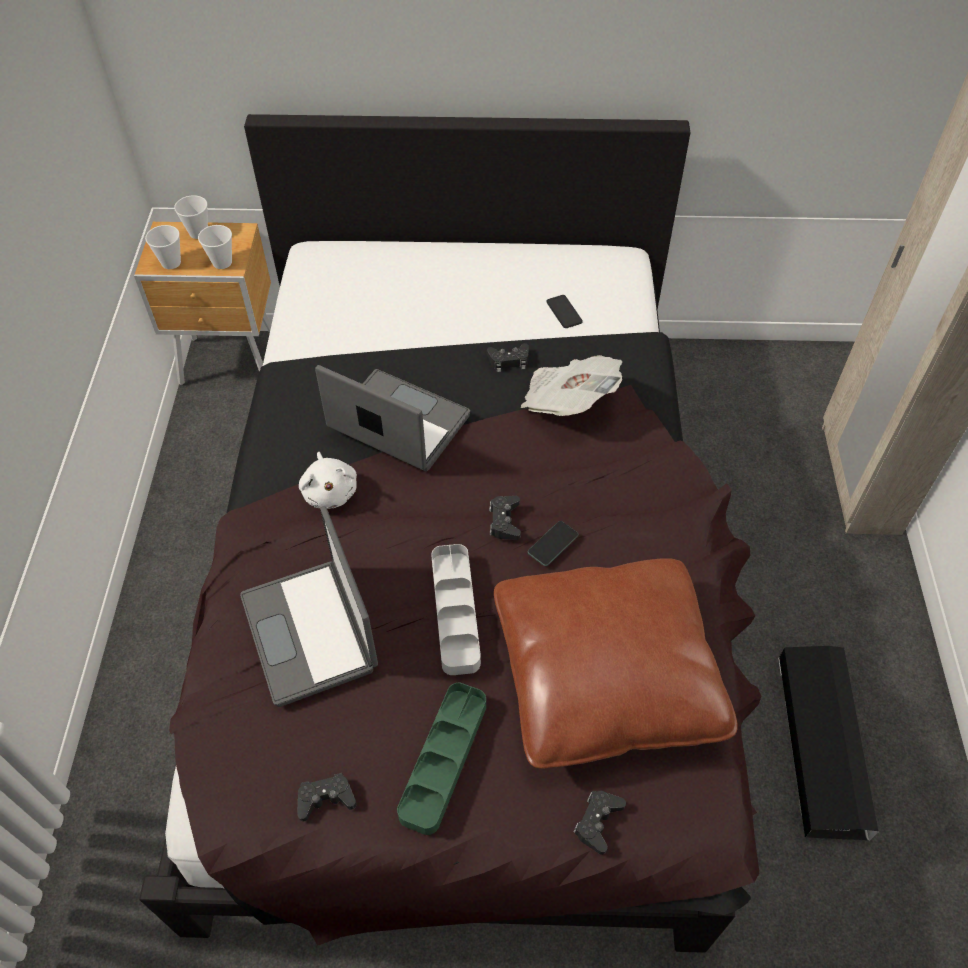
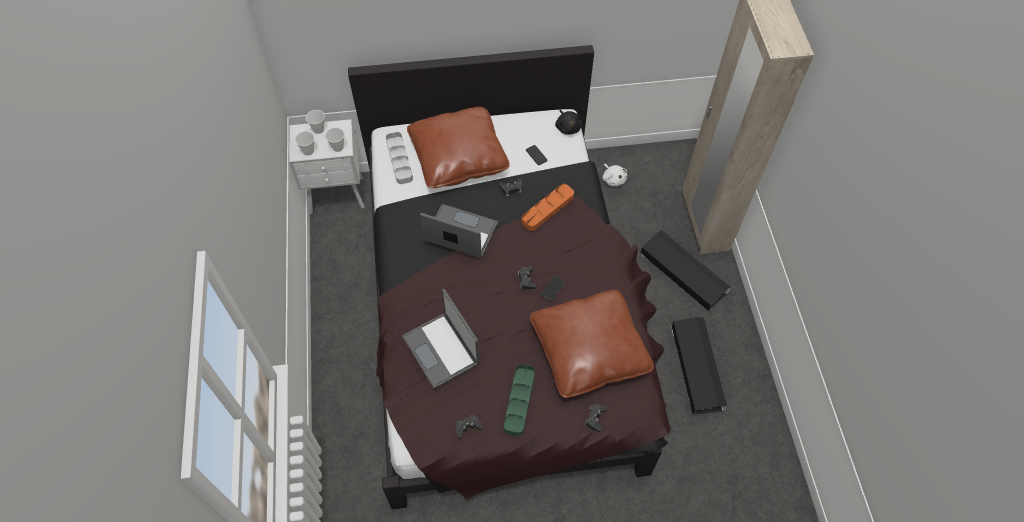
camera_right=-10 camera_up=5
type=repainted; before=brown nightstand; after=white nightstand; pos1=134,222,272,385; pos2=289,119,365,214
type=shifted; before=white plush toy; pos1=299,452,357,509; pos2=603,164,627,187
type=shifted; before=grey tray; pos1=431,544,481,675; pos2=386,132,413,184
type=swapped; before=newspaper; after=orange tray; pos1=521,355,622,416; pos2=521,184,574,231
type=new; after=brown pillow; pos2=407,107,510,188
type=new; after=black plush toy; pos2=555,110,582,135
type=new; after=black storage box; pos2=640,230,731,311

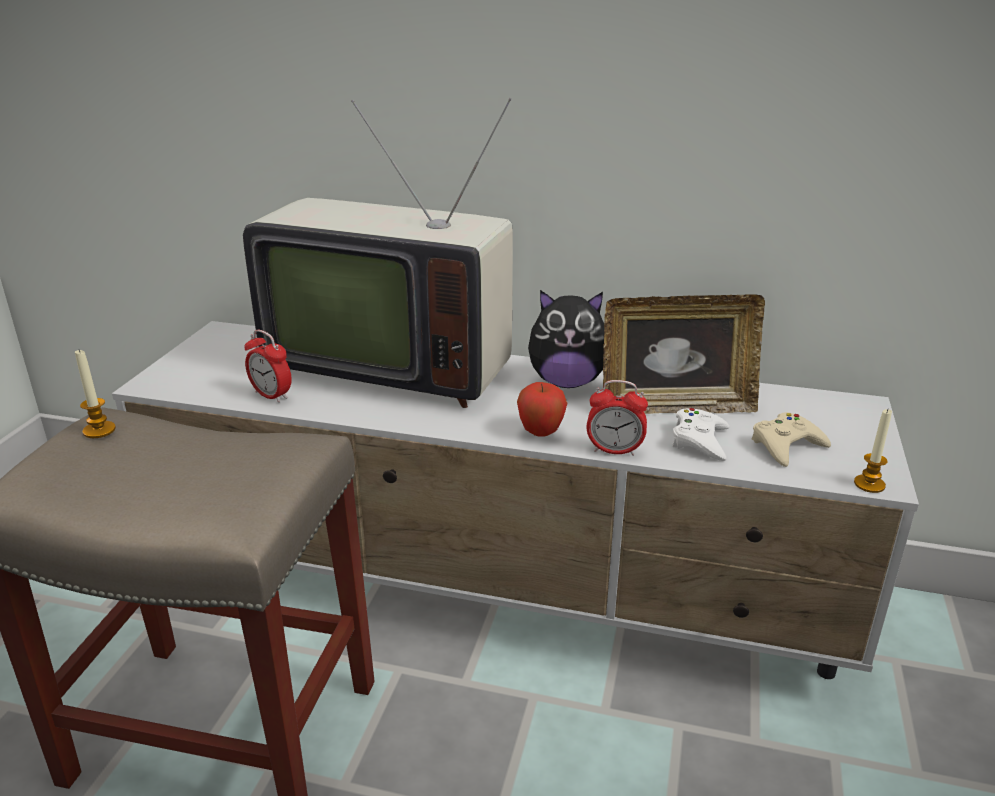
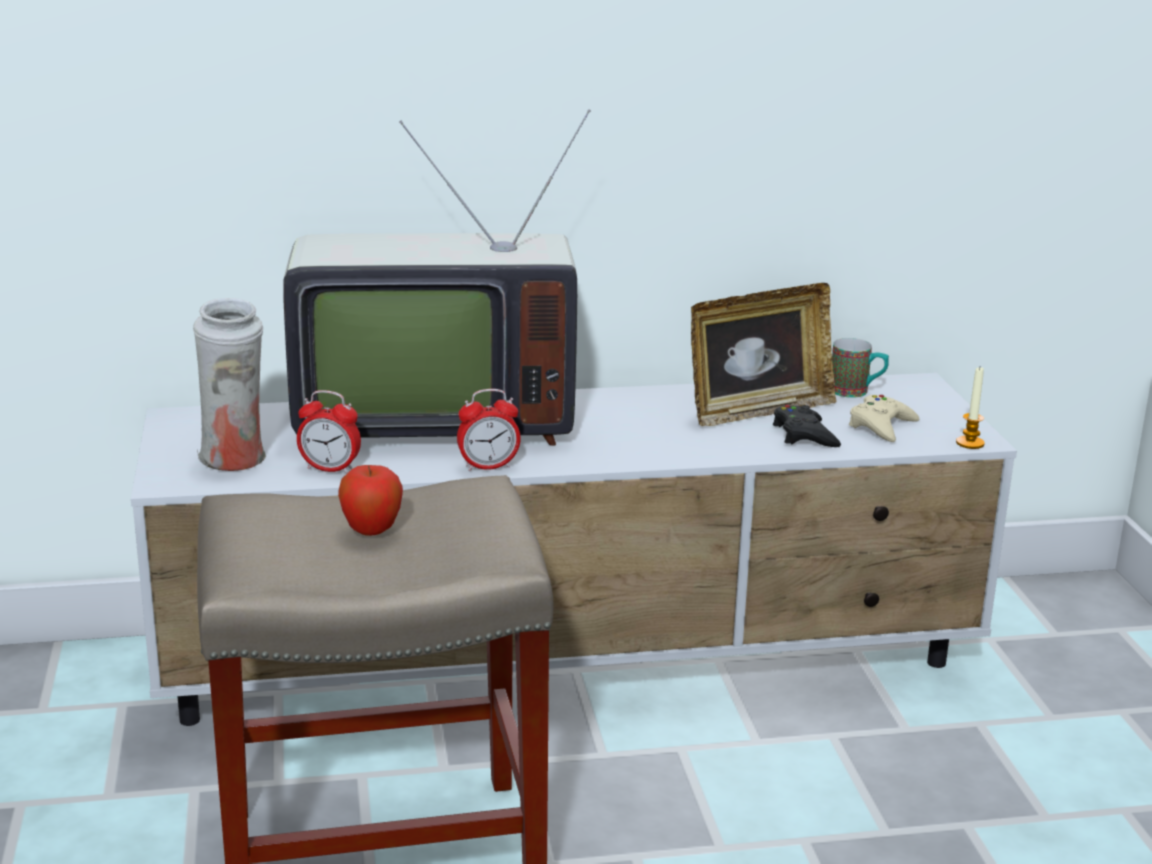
camera_right=-25 camera_up=-5
type=gone; before=candle; pos1=75,350,116,438
type=shifted; before=apple; pos1=517,382,568,437; pos2=338,465,403,536
type=gone; before=plush toy; pos1=528,290,604,388
type=shifted; before=alarm clock; pos1=587,380,648,456; pos2=457,389,521,471
type=repainted; before=white game controller; after=black game controller; pos1=672,408,729,461; pos2=773,405,841,447
type=new; after=white vase; pos2=193,298,266,471
type=new; after=mug; pos2=832,338,889,398

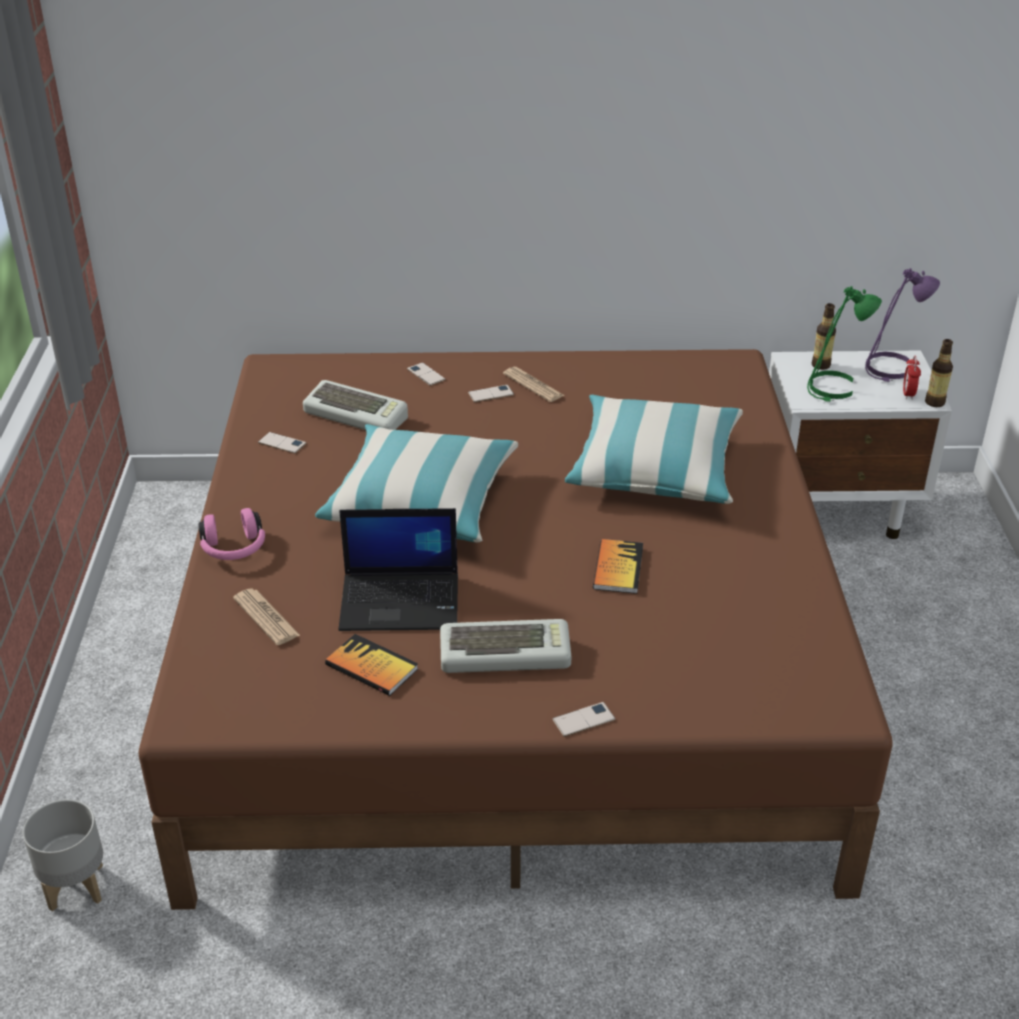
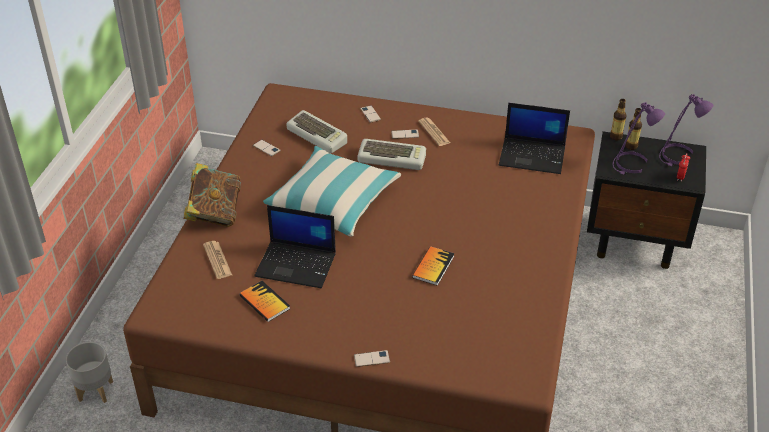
camera_right=15 camera_up=5
type=swapped; before=pink headphones; after=book; pos1=198,508,265,560; pos2=183,163,241,227
type=shifted; before=keyboard; pos1=440,619,571,673; pos2=357,139,426,170
type=gone; before=pillow; pos1=565,395,743,504
type=repainted; before=white nightstand; after=black nightstand; pos1=769,351,952,539; pos2=587,131,706,269
type=repainted; before=green table lamp; after=purple table lamp; pos1=807,286,882,402; pos2=613,102,666,175
type=shifted; before=bottle; pos1=925,339,953,407; pos2=610,99,627,140
type=new; after=laptop; pos2=499,103,570,174

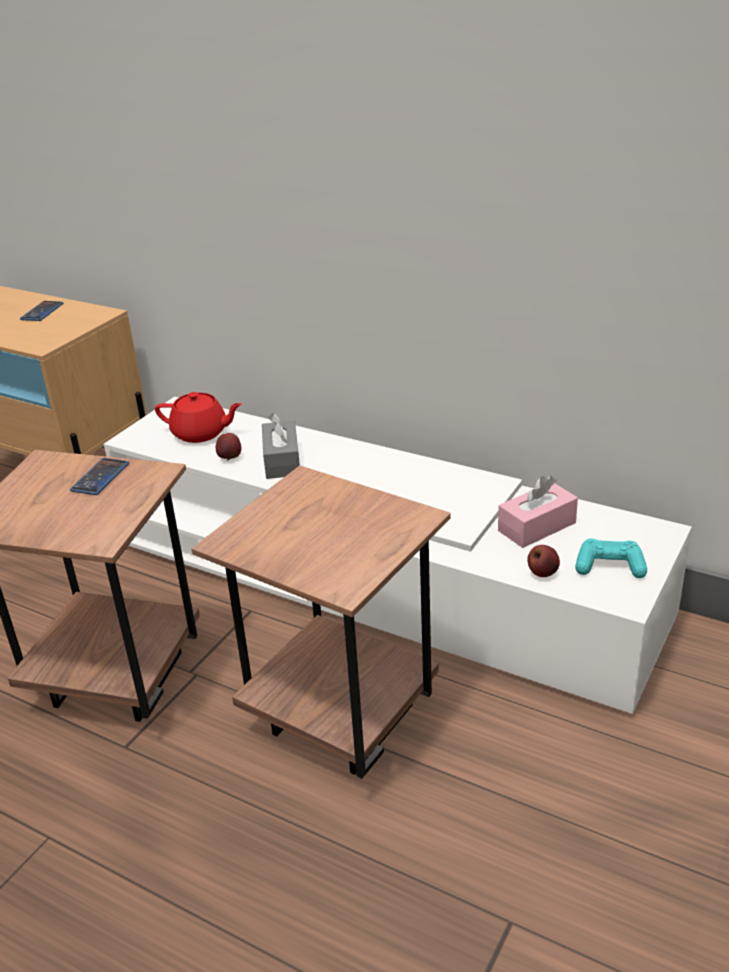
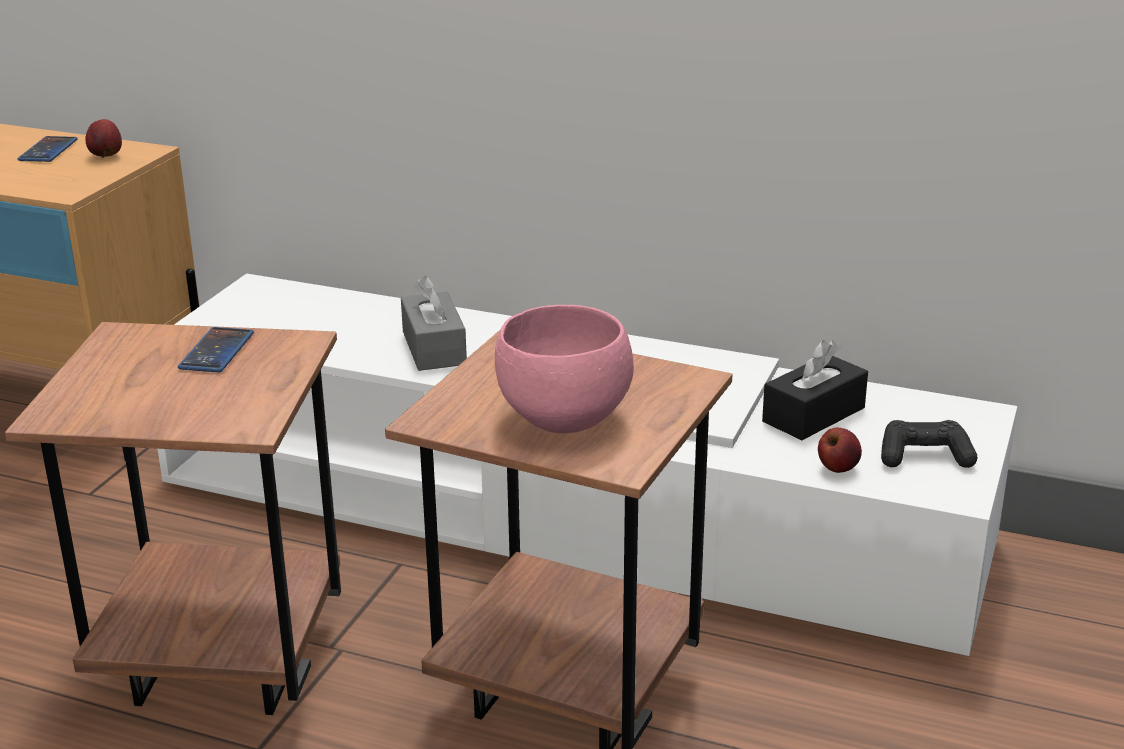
camera_right=-10 camera_up=-5
type=gone; before=red teapot; pos1=155,392,242,443
type=shifted; before=apple; pos1=216,433,241,461; pos2=85,119,122,158
type=repainted; before=pink tissue box; after=black tissue box; pos1=498,476,578,548; pos2=762,340,868,440
type=repainted; before=turquoise game controller; after=black game controller; pos1=575,539,647,578; pos2=881,420,977,468
type=new; after=pink bowl; pos2=495,305,634,433

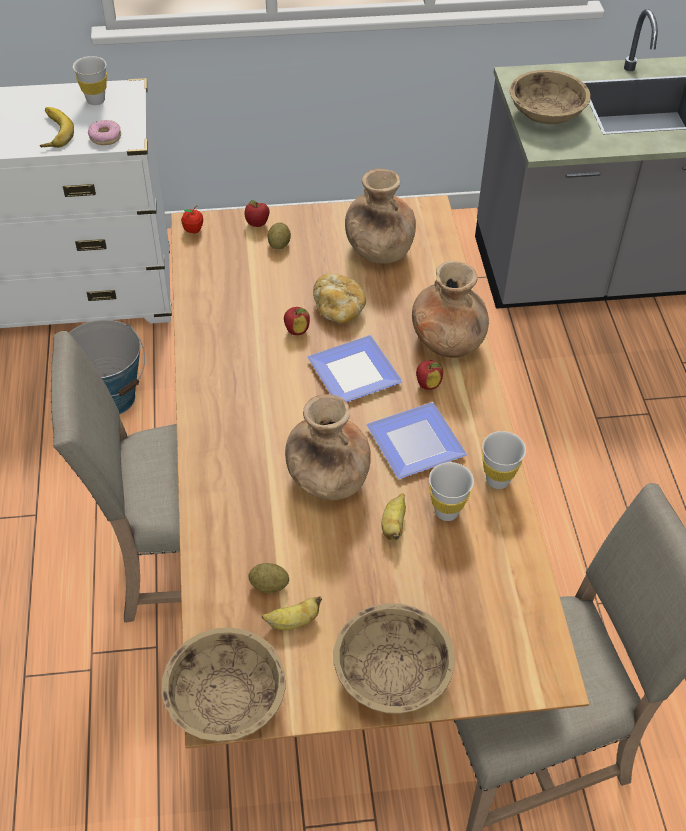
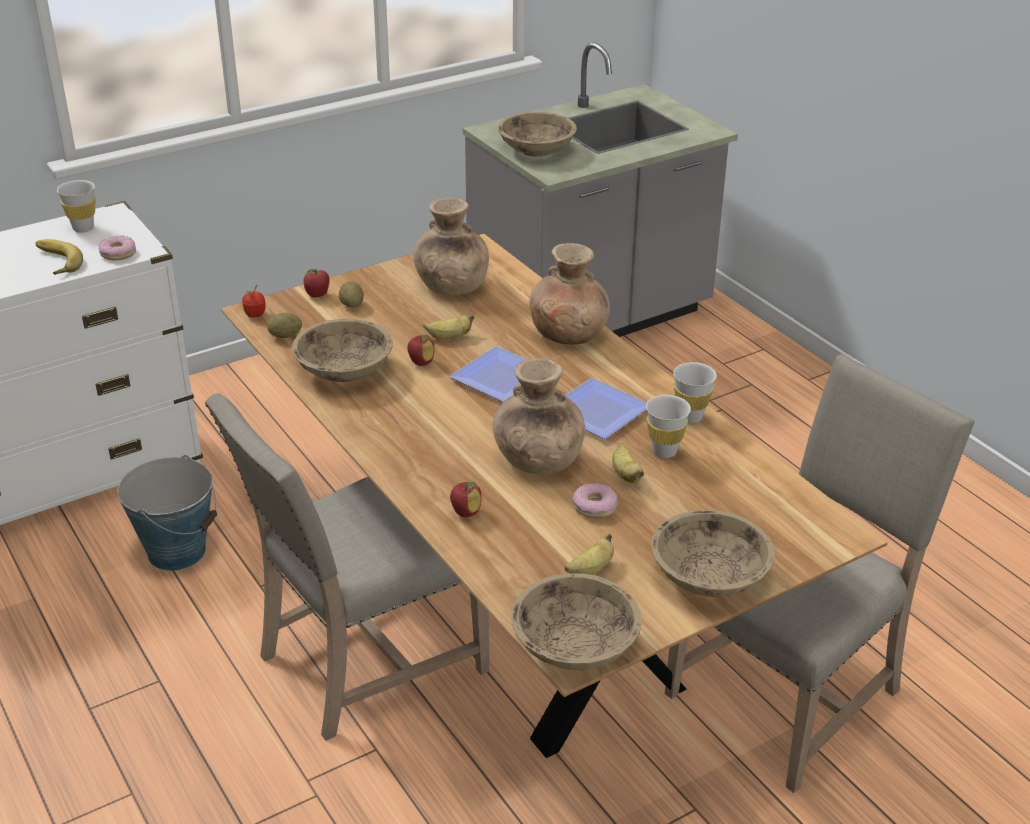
camera_right=-25 camera_up=-15
type=shifted; before=potato; pos1=248,563,289,593; pos2=267,313,302,338
type=swapped; before=bread; after=banana; pos1=313,274,366,323; pos2=423,315,474,339
type=shifted; before=apple; pos1=416,360,443,390; pos2=450,481,482,517
type=new; after=beige bowl; pos2=292,319,392,382
type=new; after=donut; pos2=573,483,617,518

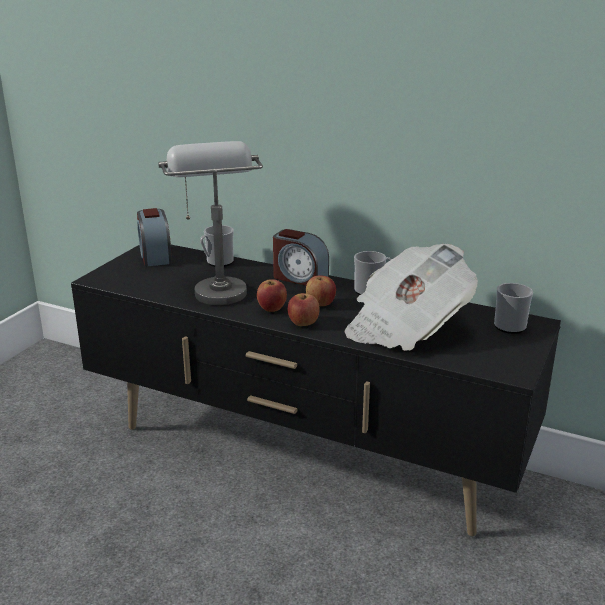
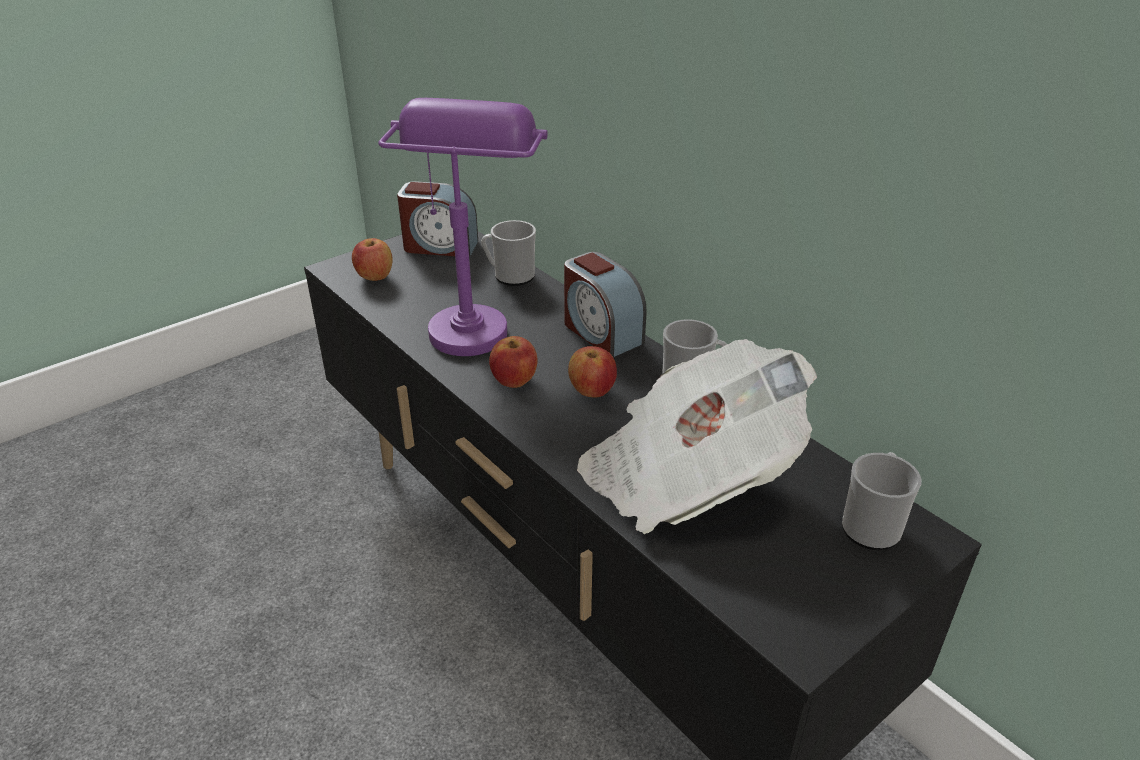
camera_right=25 camera_up=10
type=rotated; before=alarm clock; pos1=137,208,172,267; pos2=397,181,478,257; turn=-90
type=repainted; before=grey table lamp; after=purple table lamp; pos1=158,141,263,305; pos2=378,98,548,356
type=shifted; before=apple; pos1=288,293,320,326; pos2=352,238,392,281

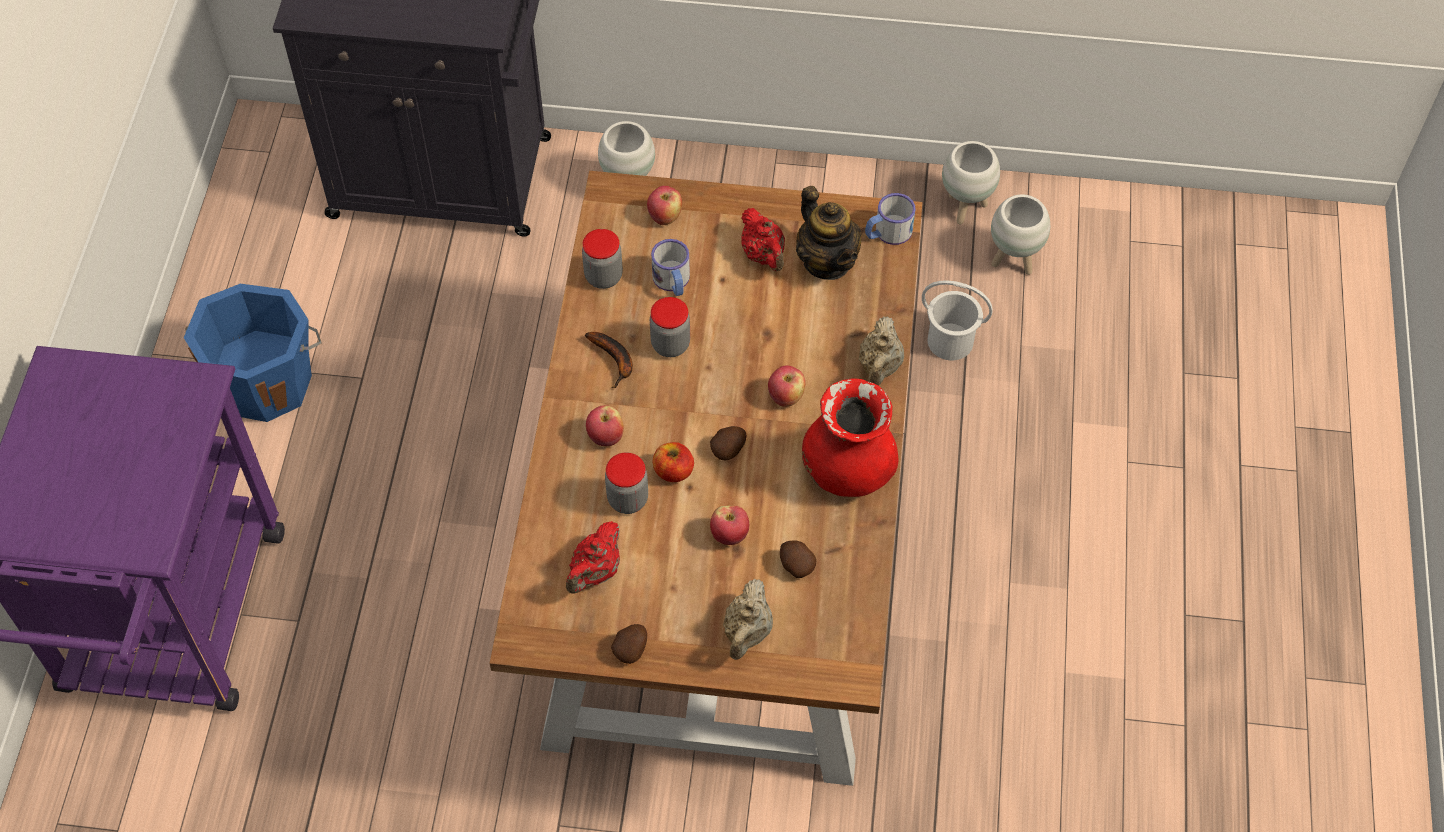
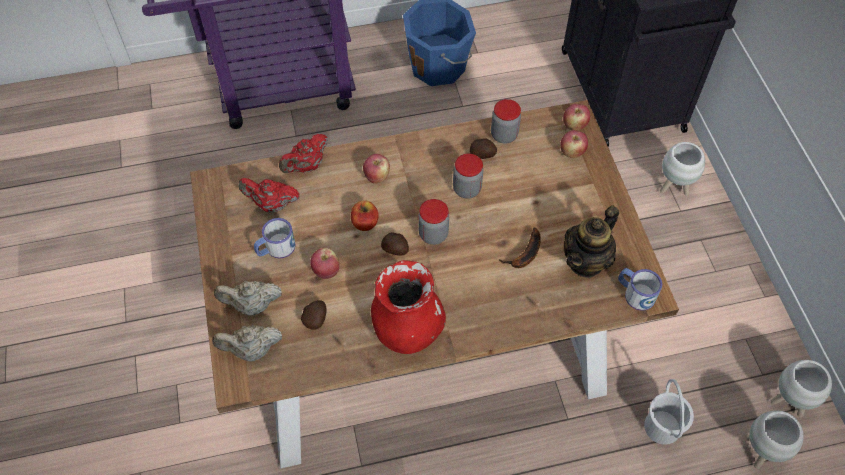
camera_right=70 camera_up=0
type=shifted; before=banana; pos1=585,332,633,388; pos2=500,228,541,268
type=shifted; before=jar; pos1=605,453,648,514; pos2=418,199,449,245
type=shifted; before=potato; pos1=611,624,647,664; pos2=470,138,497,159
type=shifted; before=mug; pos1=651,239,690,296; pos2=254,218,296,258
type=shifted; before=red teapot; pos1=741,208,785,271; pos2=279,134,328,173
type=shifted; before=apple; pos1=768,365,805,407; pos2=563,104,590,131
type=shifted; before=beige teapot; pos1=859,316,904,386; pos2=212,325,282,362

